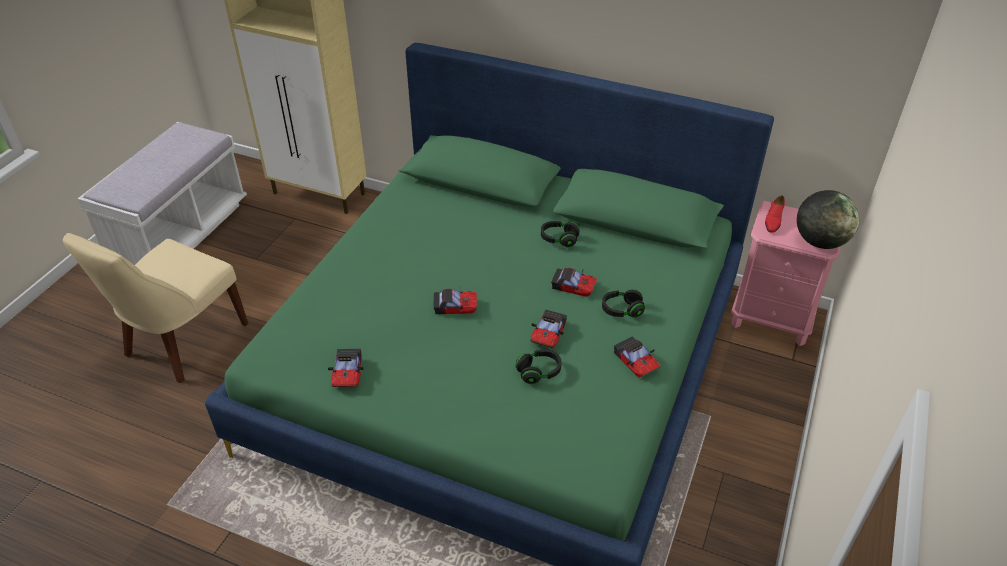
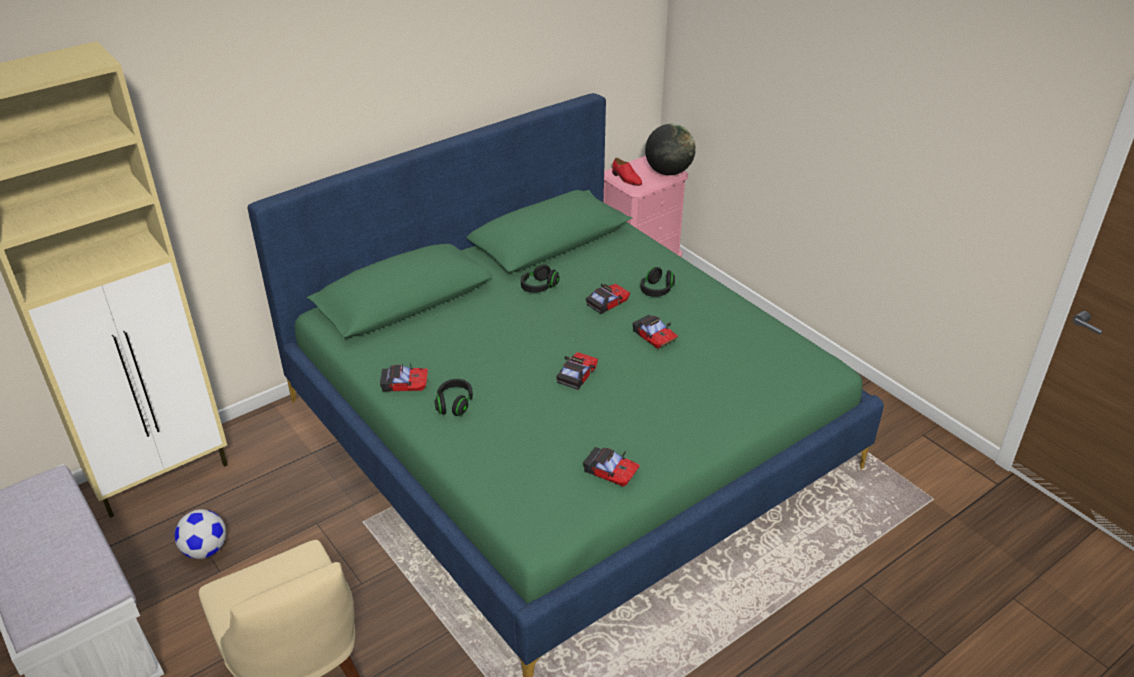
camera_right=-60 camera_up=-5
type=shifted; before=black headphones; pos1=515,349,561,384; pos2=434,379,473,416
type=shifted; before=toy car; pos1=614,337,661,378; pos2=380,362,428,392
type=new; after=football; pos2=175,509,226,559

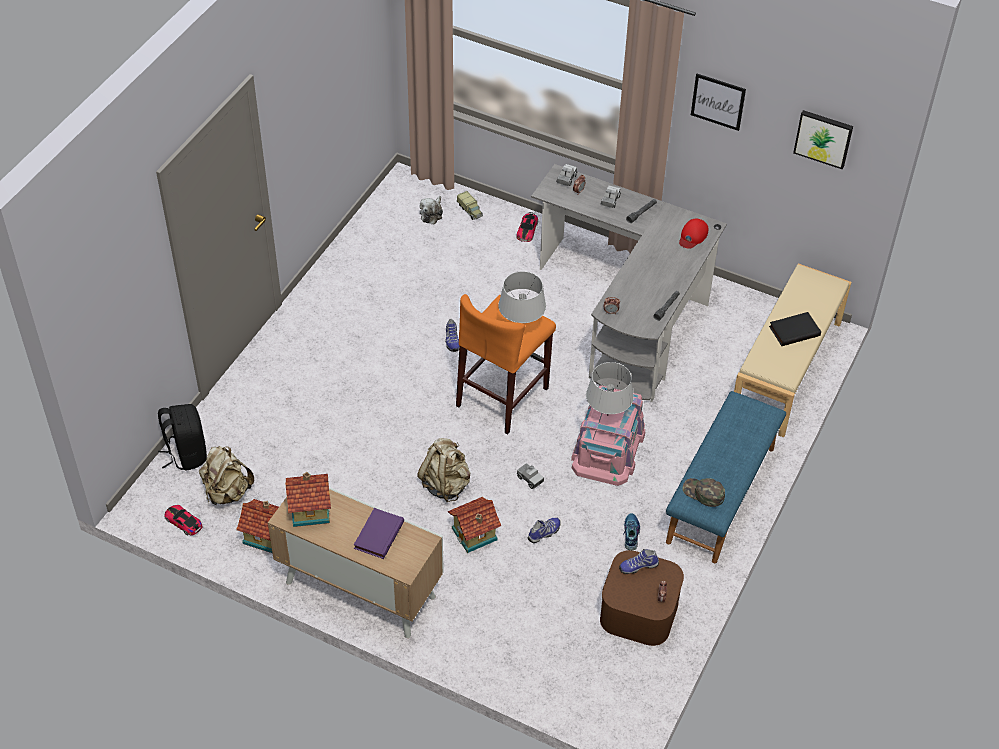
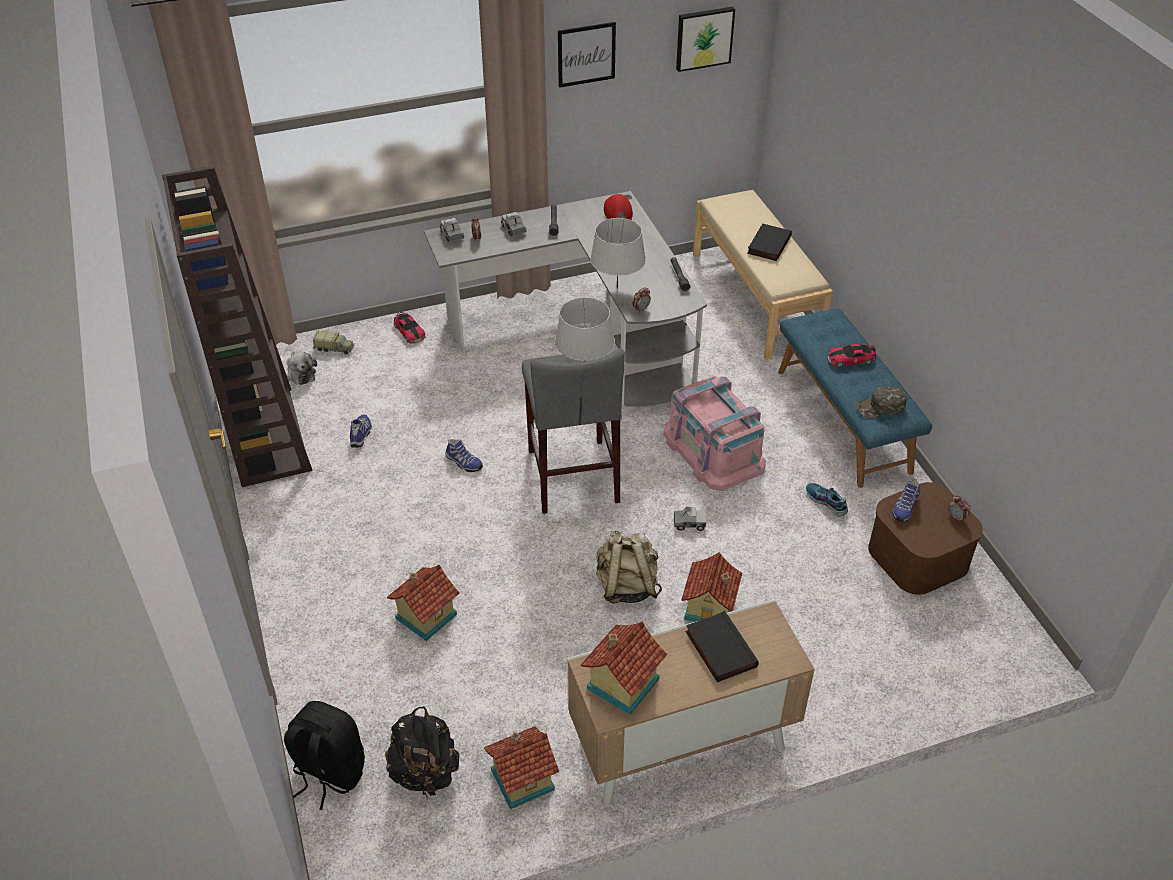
camera_right=-45 camera_up=-5
type=shifted; before=toy car; pos1=164,505,202,536; pos2=827,344,876,368
type=repainted; before=beige backpack; after=black backpack; pos1=199,446,254,506; pos2=385,706,459,797
type=repainted; before=purple book; after=black book; pos1=354,508,404,559; pos2=685,611,759,682
type=repainted; before=orange stool; after=grey stool; pos1=456,294,556,434; pos2=522,349,625,514
type=shifted; before=shoe; pos1=528,518,561,543; pos2=350,415,372,448
type=shifted; before=grey table lamp; pos1=586,362,634,416; pos2=590,218,646,289
type=new; after=brown bookcase; pos2=162,166,312,487
type=new; after=toy house; pos2=387,565,459,641

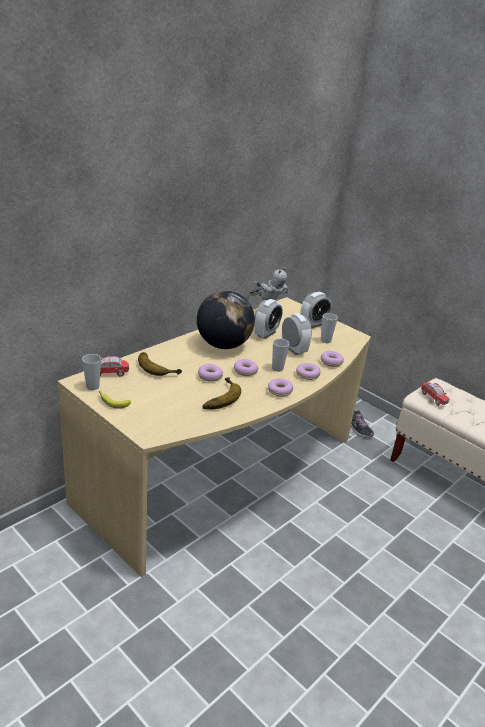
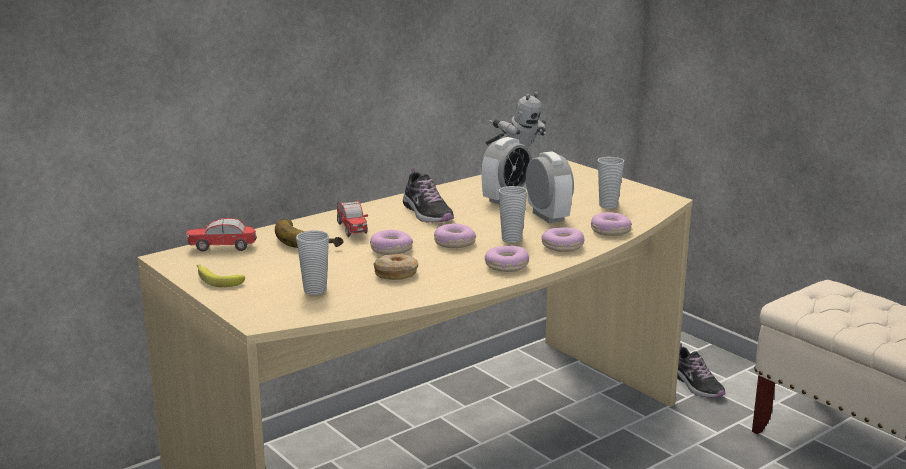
camera_right=10 camera_up=-10
type=shifted; before=cup; pos1=82,354,101,390; pos2=296,230,329,295
type=swapped; before=globe; after=shoe; pos1=197,291,255,349; pos2=403,168,454,223
type=swapped; before=banana; after=donut; pos1=203,377,241,410; pos2=373,254,418,280
type=gone; before=alarm clock; pos1=300,292,332,328
type=shifted; before=toy car; pos1=421,382,450,406; pos2=337,200,368,237

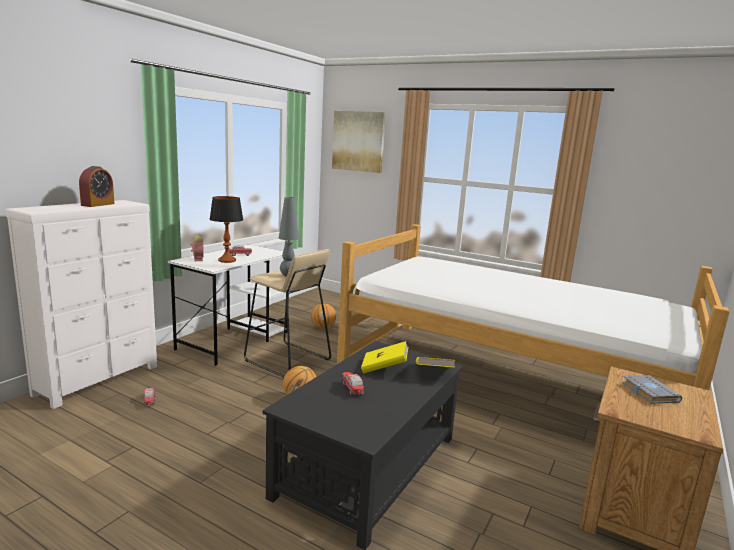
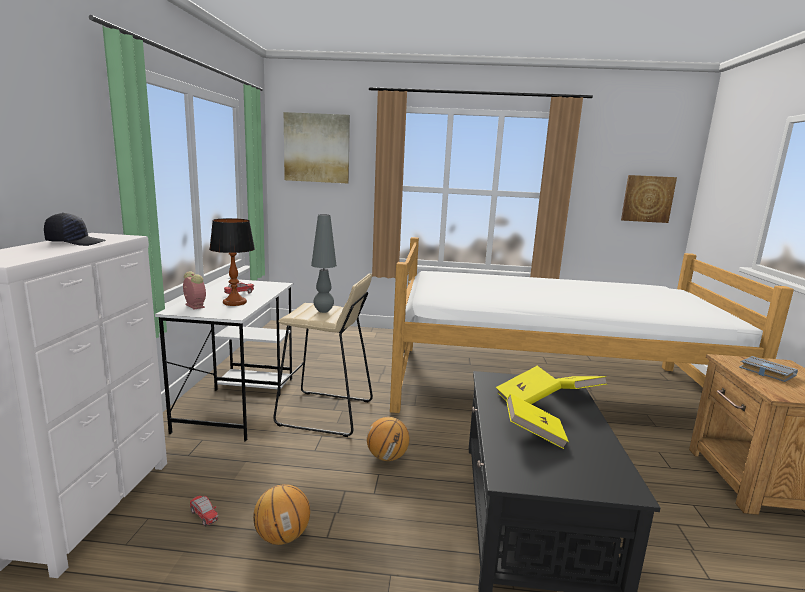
camera_right=-25 camera_up=0
type=swapped; before=alarm clock; after=black cap; pos1=79,166,114,207; pos2=44,213,106,246
type=shifted; before=basketball; pos1=311,303,337,329; pos2=253,484,310,545
type=swapped; before=toy car; after=yellow book; pos1=342,372,364,395; pos2=506,394,569,449
type=new; after=picture; pos2=621,175,677,223

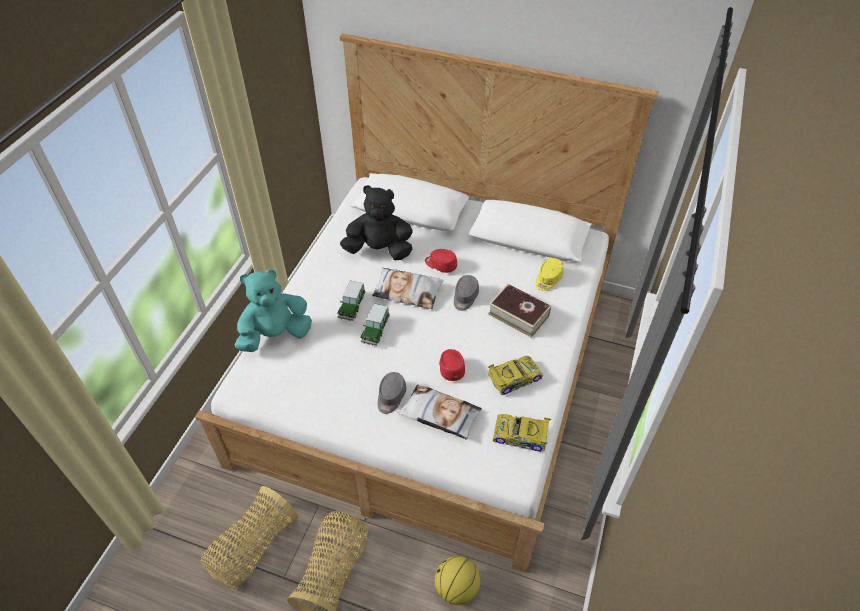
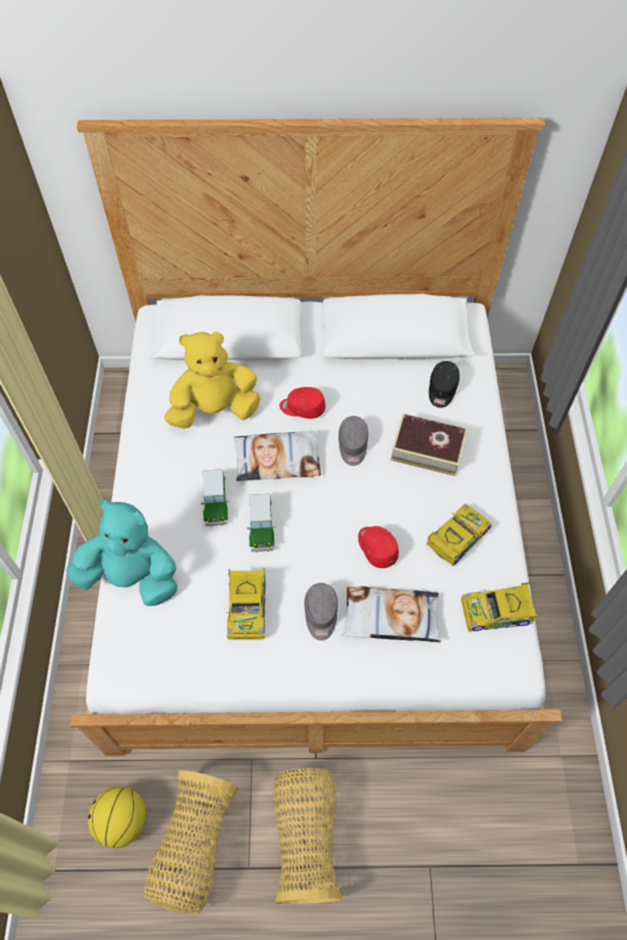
camera_right=-20 camera_up=10
type=rotated; before=turquoise plush toy; pos1=235,269,312,352; pos2=66,500,177,606; turn=60
type=repainted; before=black plush toy; after=yellow plush toy; pos1=340,185,413,260; pos2=164,331,261,429
type=shifted; before=basketball; pos1=435,556,481,605; pos2=88,786,146,848
type=repainted; before=yellow cap; after=black cap; pos1=536,258,564,291; pos2=429,361,460,408
type=new; after=toy car; pos2=226,568,266,640

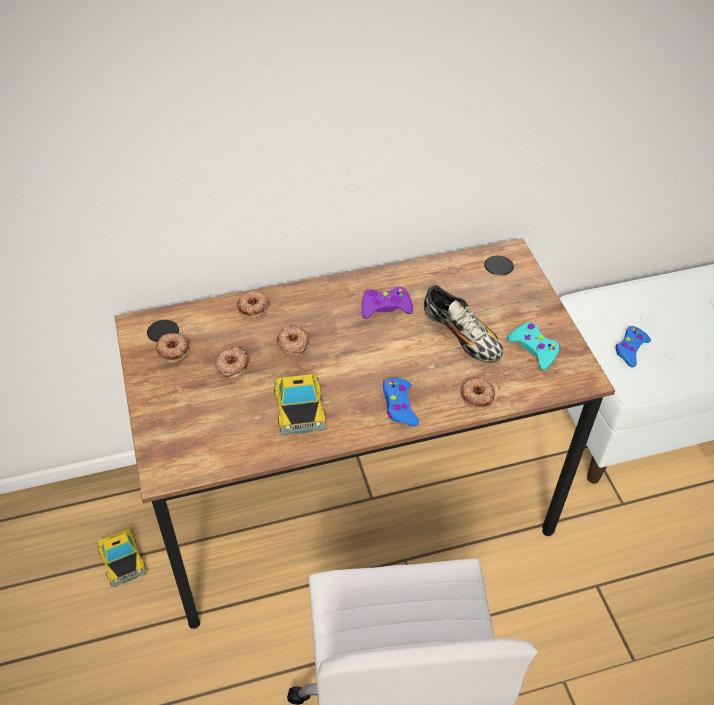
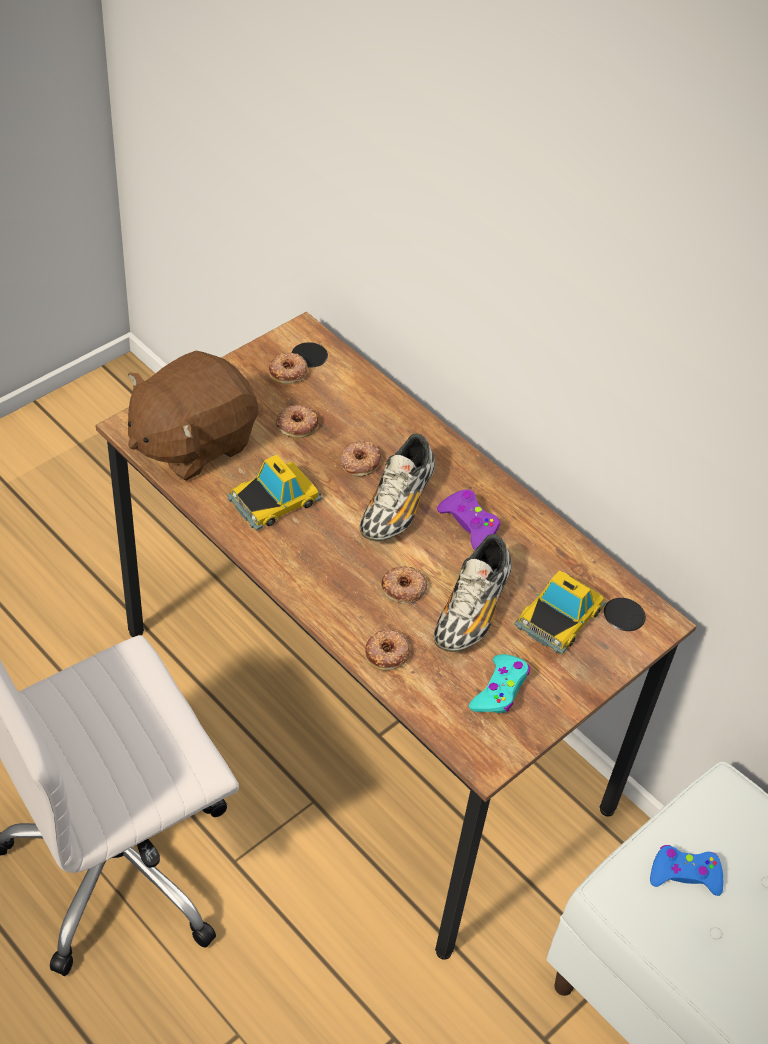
camera_right=60 camera_up=0
type=shifted; before=toy car; pos1=97,529,147,587; pos2=514,570,606,654
type=shifted; before=donut; pos1=237,291,269,318; pos2=381,566,427,604
type=gone; before=blue game controller; pos1=383,378,419,427
type=new; after=brown plush toy; pos2=128,351,258,481
type=new; after=shoe; pos2=360,434,435,541

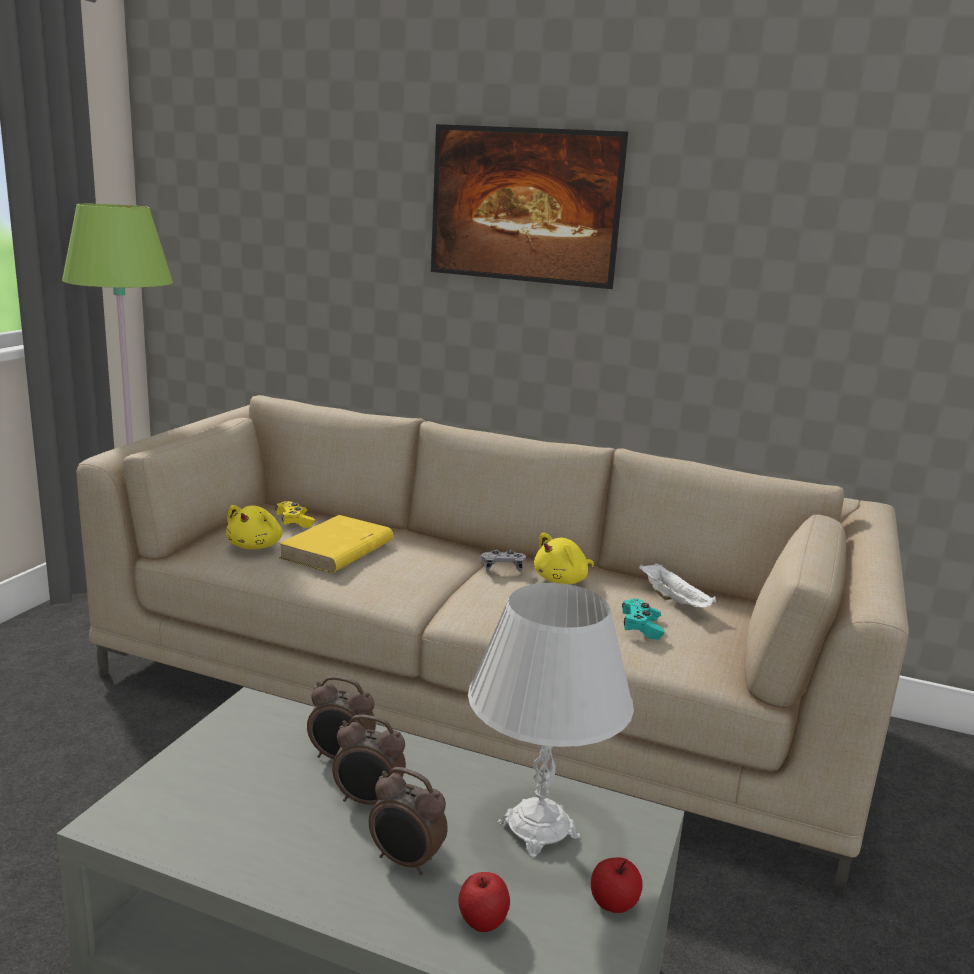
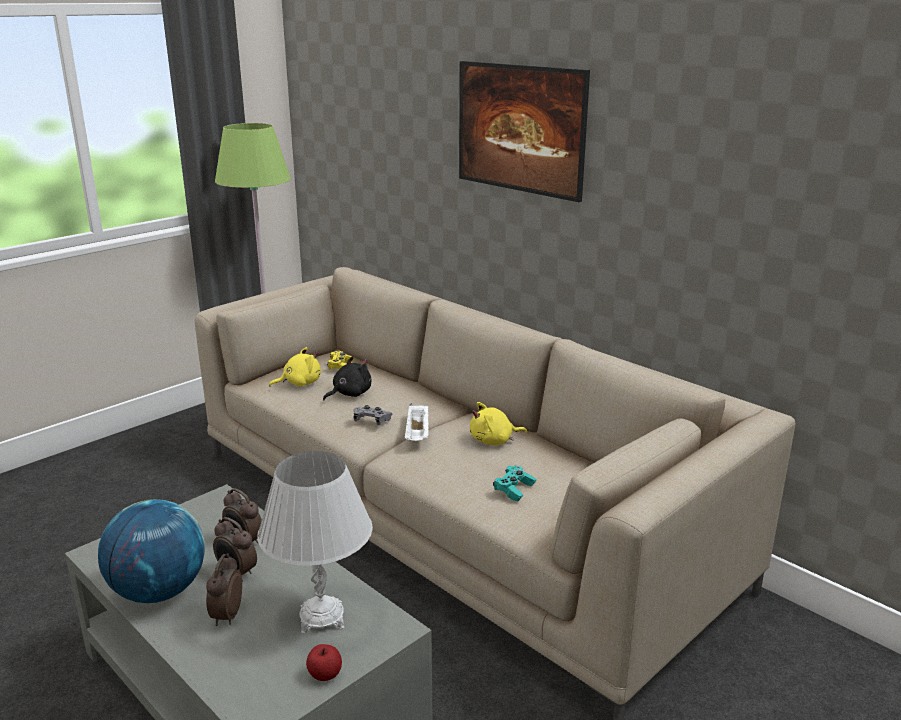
camera_right=25 camera_up=5
type=rotated; before=yellow plush toy; pos1=226,505,282,549; pos2=269,347,321,387; turn=-150
type=swapped; before=yellow book; after=black plush toy; pos1=279,515,394,573; pos2=323,356,371,400
type=rotated; before=alarm clock; pos1=369,767,448,875; pos2=206,553,242,626; turn=45
type=gone; before=apple; pos1=458,872,510,932
type=shifted; before=grey game controller; pos1=480,549,526,572; pos2=354,405,393,425
type=shifted; before=white tray; pos1=639,563,716,607; pos2=405,403,429,441
type=new; after=globe; pos2=98,499,205,603

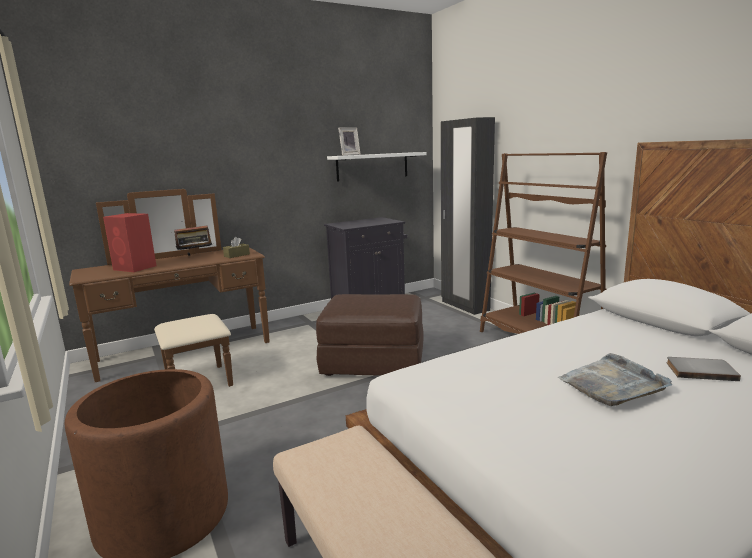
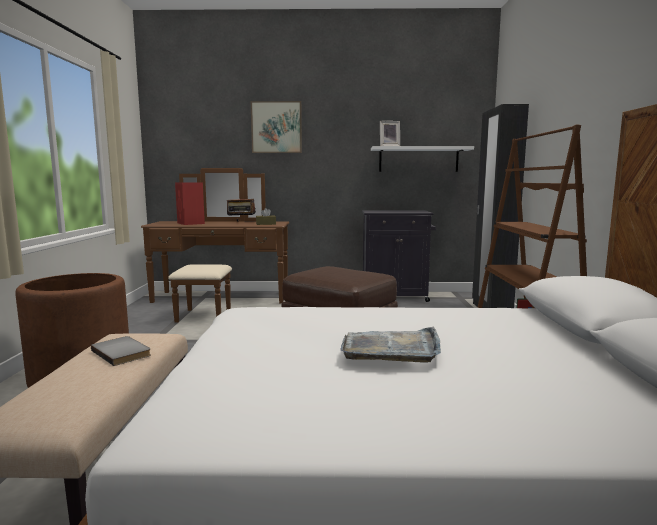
camera_right=30 camera_up=-5
type=shifted; before=grey book; pos1=667,357,741,381; pos2=91,336,151,366
type=new; after=picture; pos2=251,101,302,153

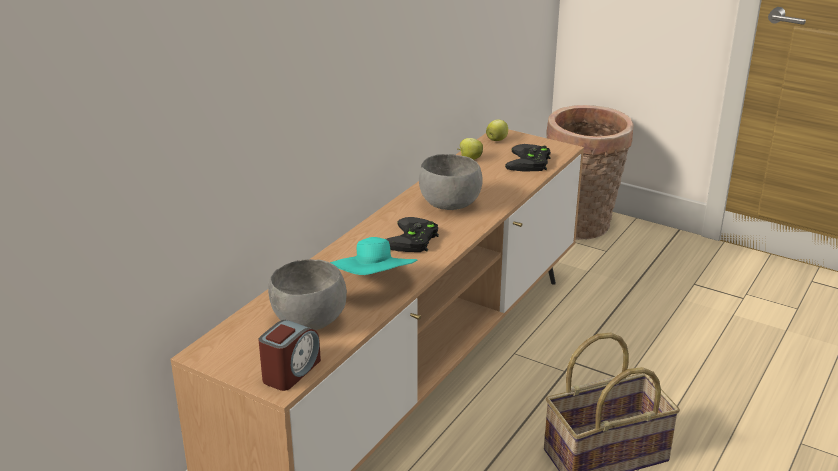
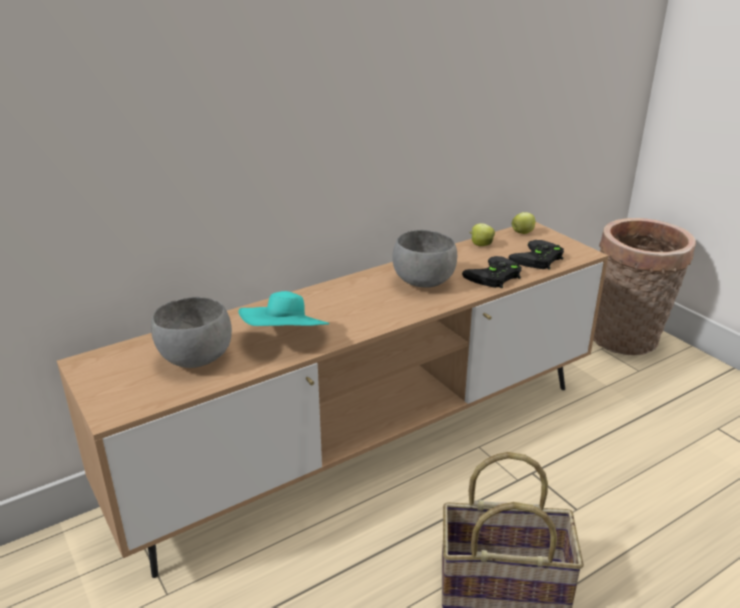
camera_right=25 camera_up=0
type=gone; before=alarm clock; pos1=259,320,321,391
type=shifted; before=black game controller; pos1=386,217,439,252; pos2=462,256,522,288

